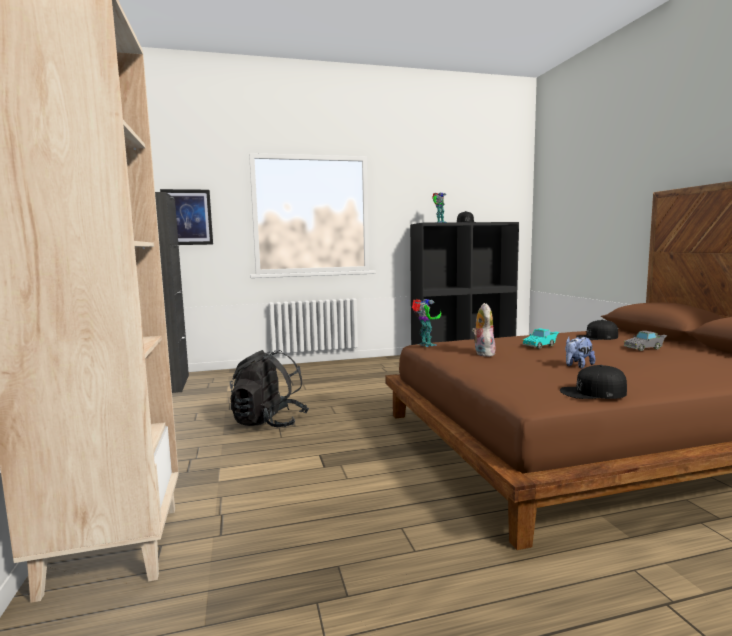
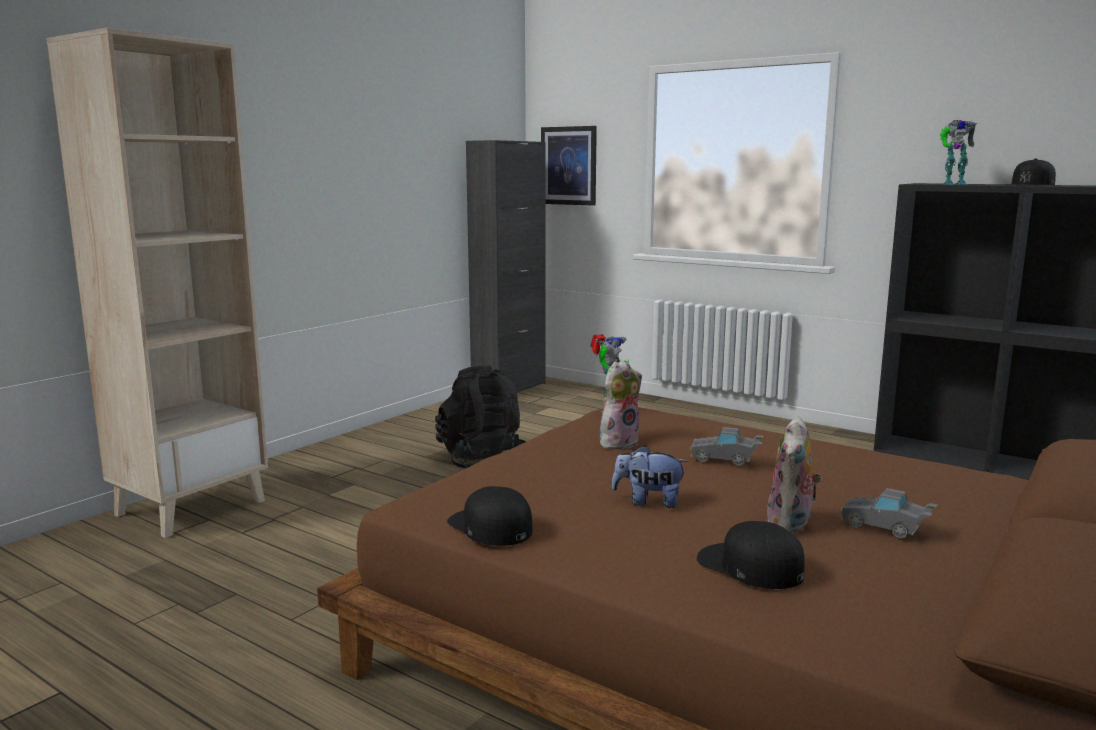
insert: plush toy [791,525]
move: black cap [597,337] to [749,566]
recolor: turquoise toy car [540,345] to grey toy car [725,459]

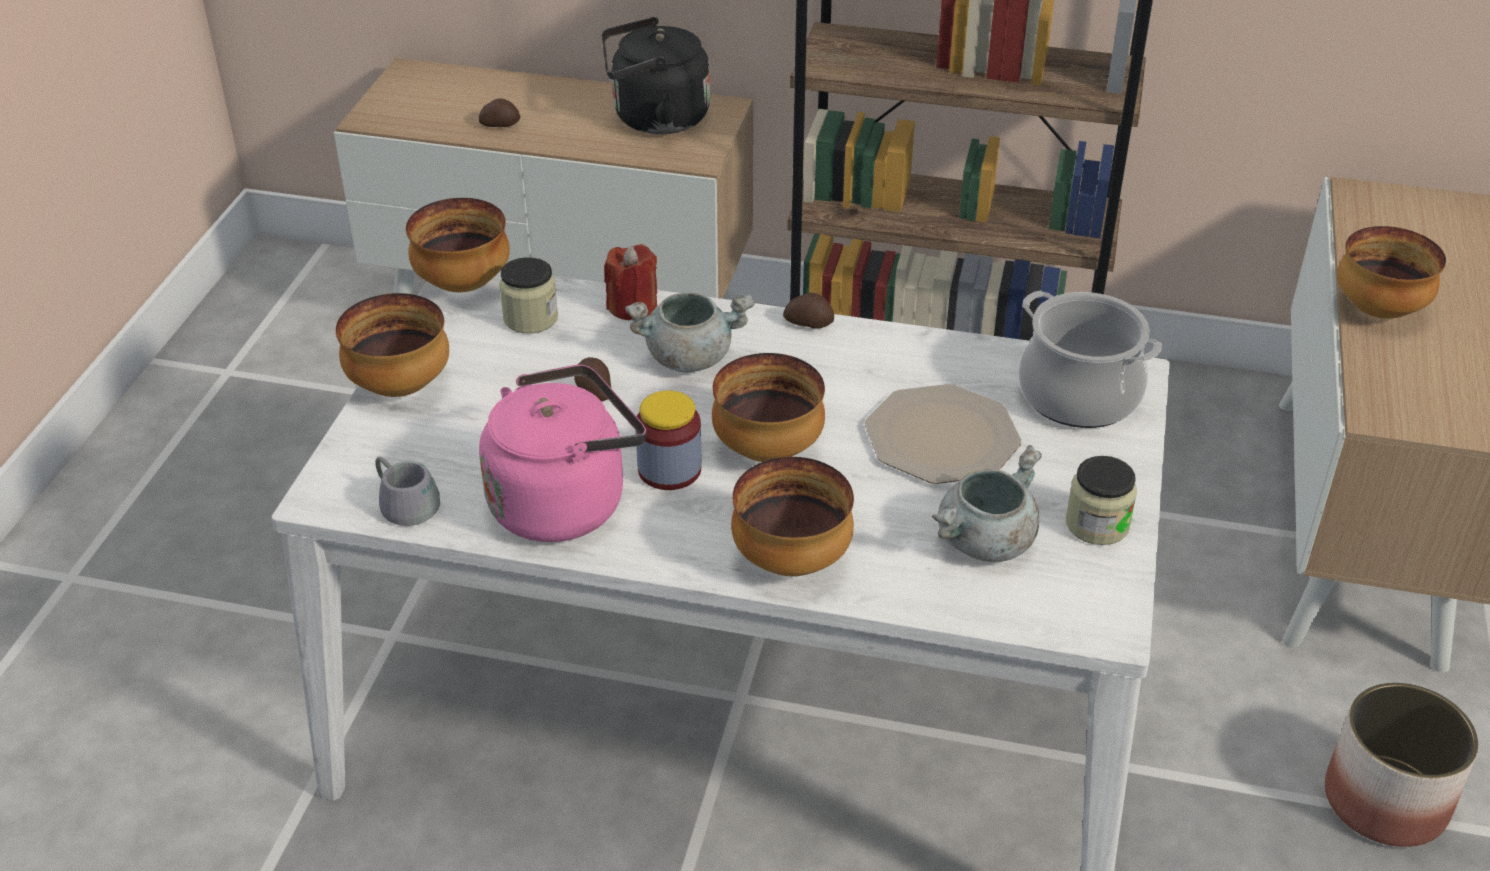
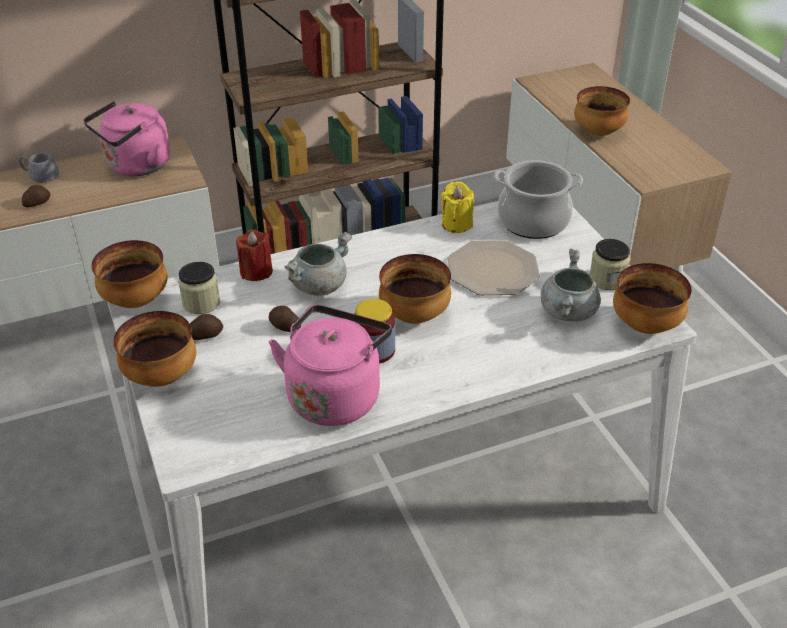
delete: planter [1386,802]
insert: yellow candle [456,224]
move: grey mug [410,500] to [42,173]; bowl [792,561] to [646,326]; potato [808,323] to [205,335]
recolor: black kettle [654,119] to pink kettle [135,166]

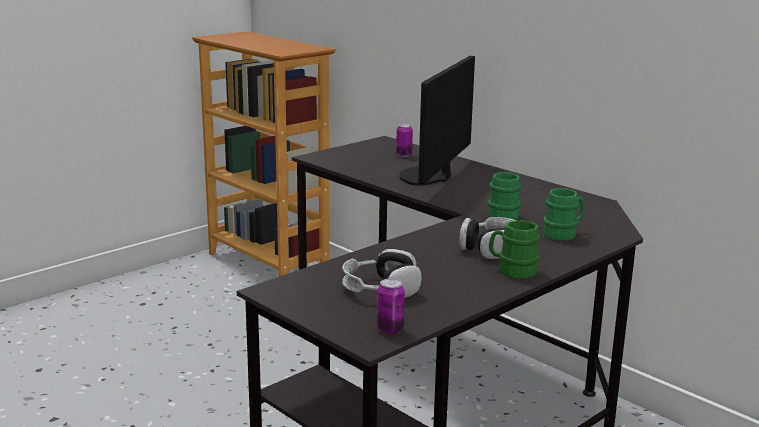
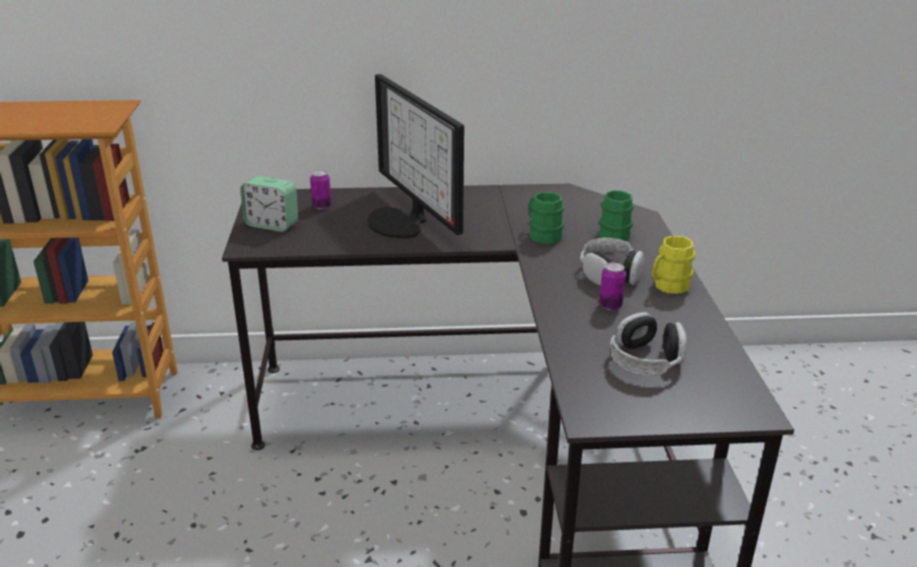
insert: alarm clock [272,225]
move: can [390,329] to [610,305]
recolor: green mug [512,270] to yellow mug [667,286]

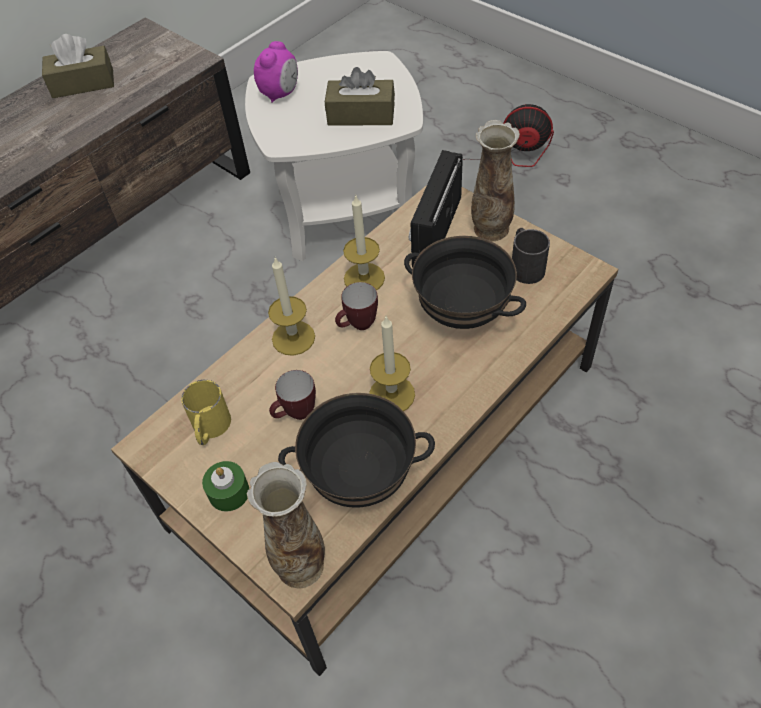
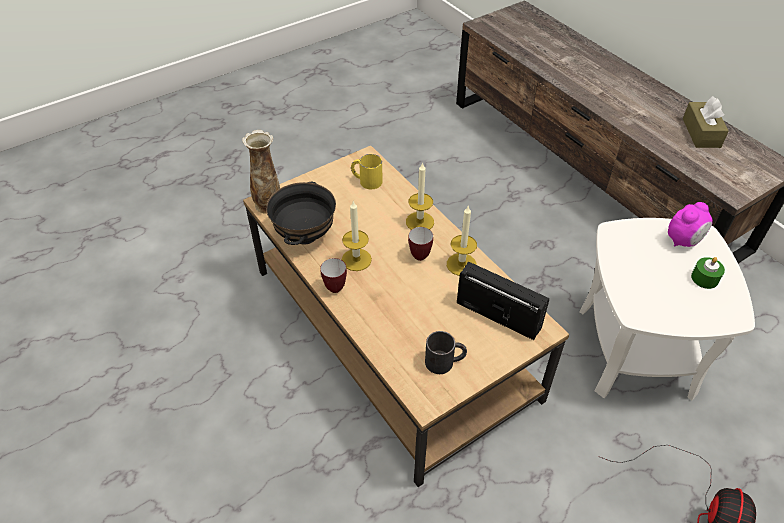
delete: brown tissue box [361,114]; black bowl [461,315]; vase [490,230]
move: green candle [229,492] to [704,278]; mug [296,415] to [333,285]
rotate: alarm clock [280,94] = [683,240] 75 degrees counterclockwise

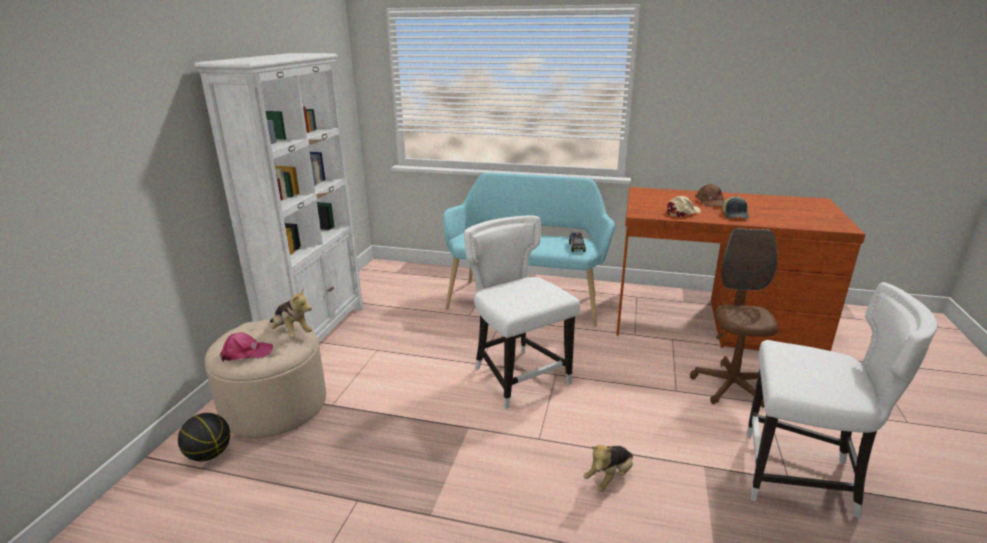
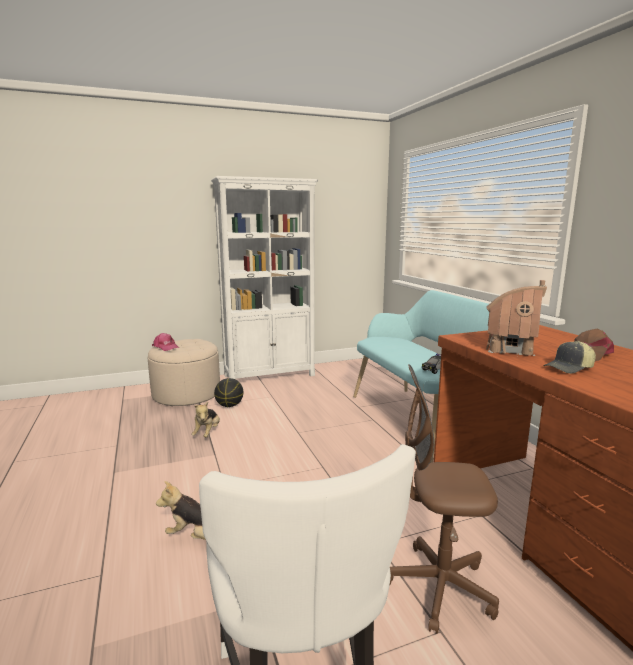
delete: white chair [518,376]
move: basketball [209,454] to [229,405]; plush toy [291,332] to [207,433]
replace: beige cap [682,212] to toy house [510,349]
rotate: brown office chair [730,387] = [439,587] 150 degrees counterclockwise

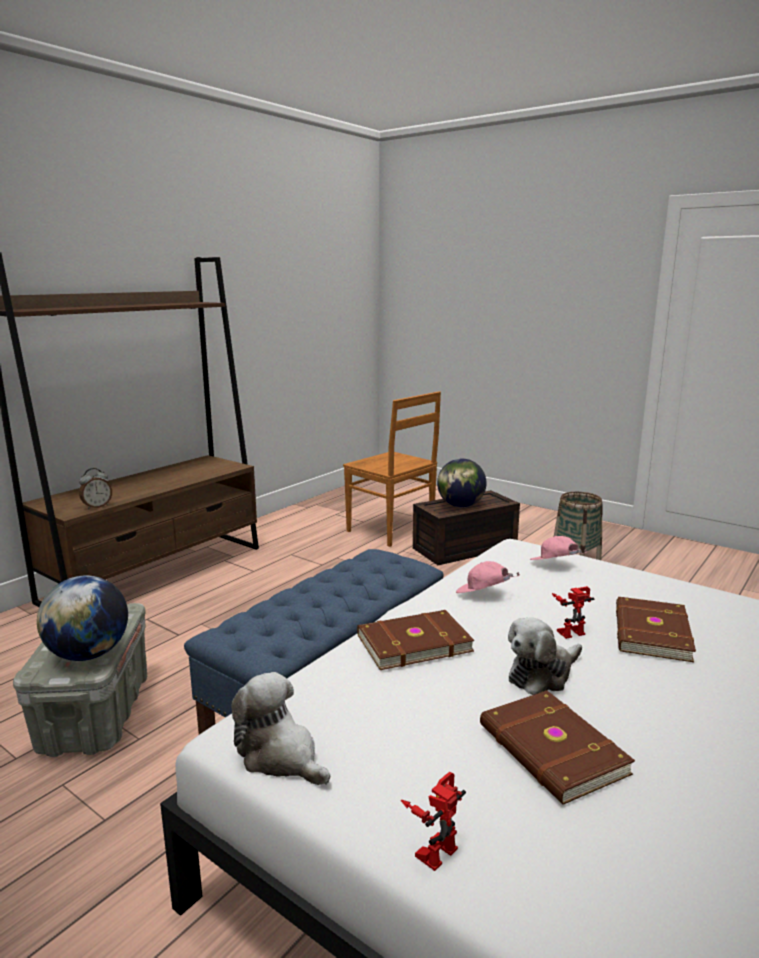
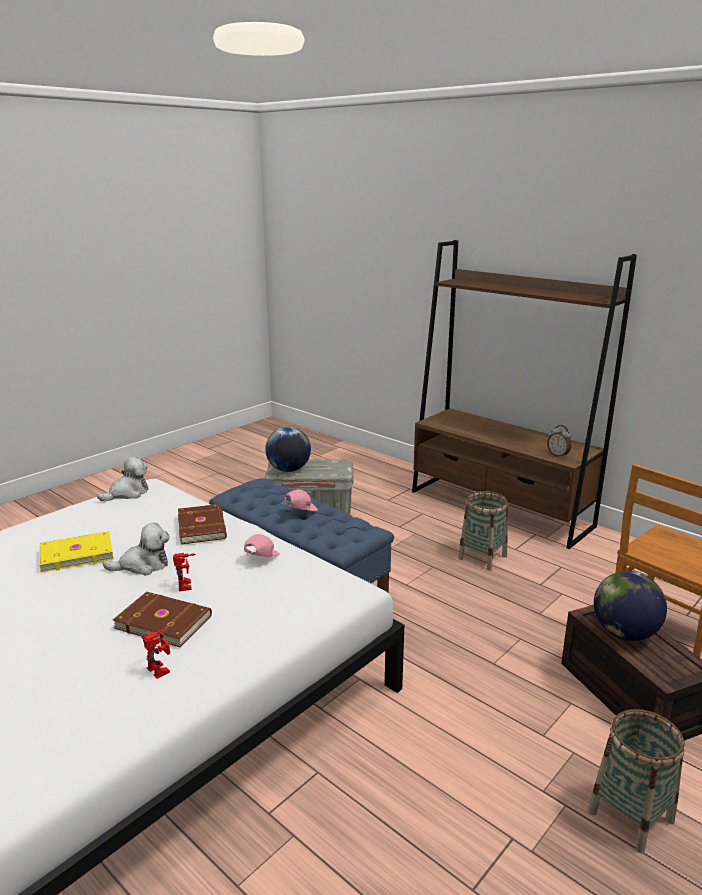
insert: basket [482,557]
move: alarm clock [97,506] to [558,455]; toy robot [434,847] to [162,670]; pink cap [554,566] to [300,511]
recolor: brown book [551,751] to yellow book [76,554]
rotate: plush toy [542,675] = [143,565] 105 degrees clockwise

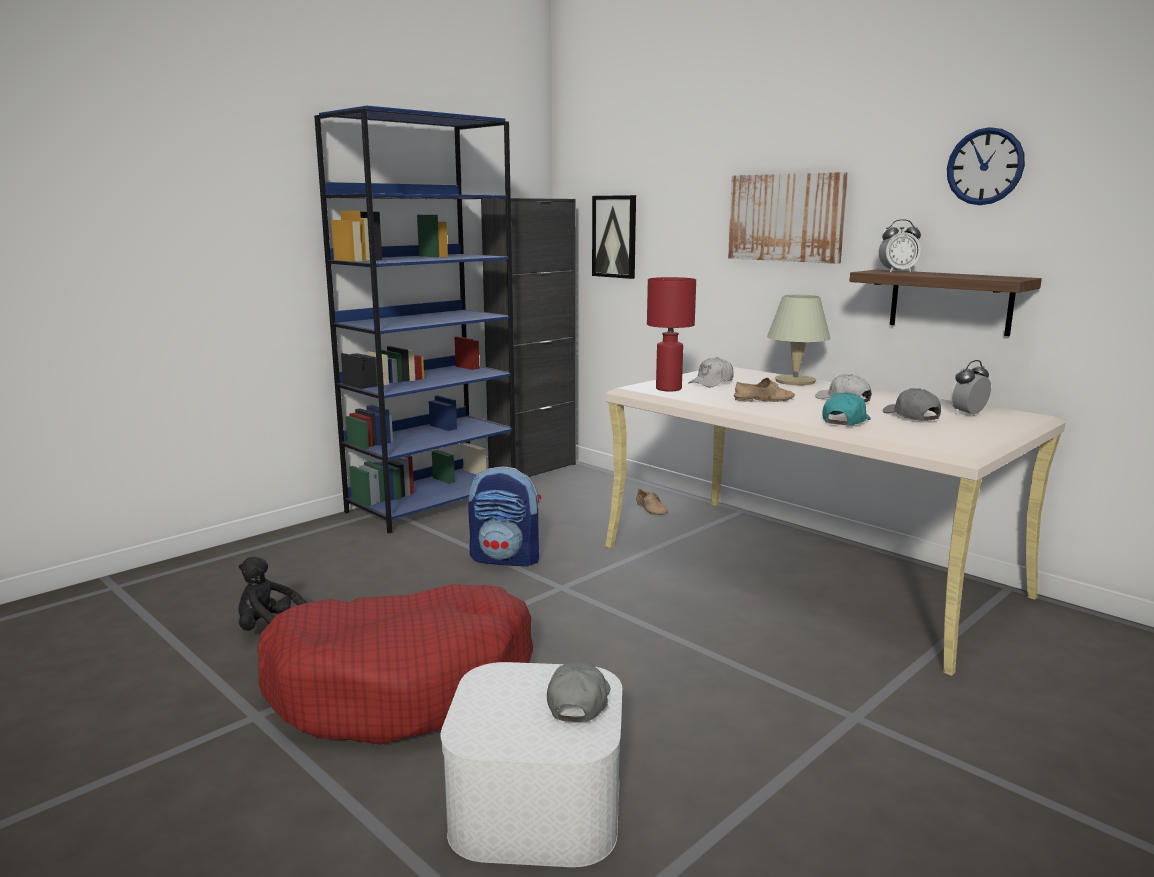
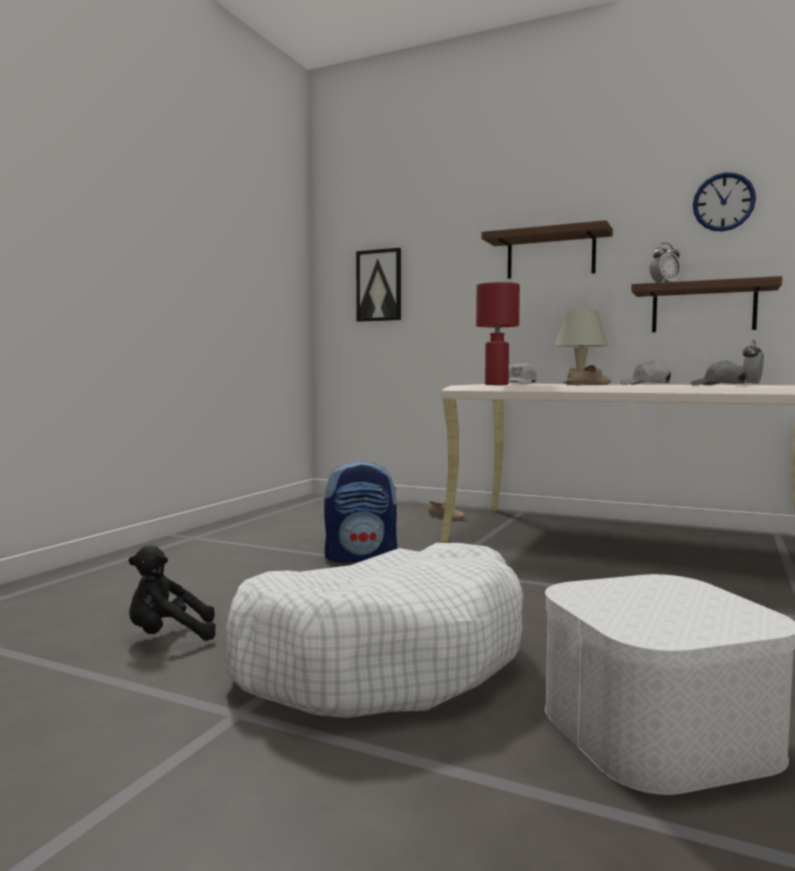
delete: blue bookcase [433,503]; black cabinet [533,469]; grey cap [579,701]; turquoise cap [845,421]
replace: picture [786,217] to shelf [550,255]
recolor: red dog bed [403,686] to white dog bed [383,659]

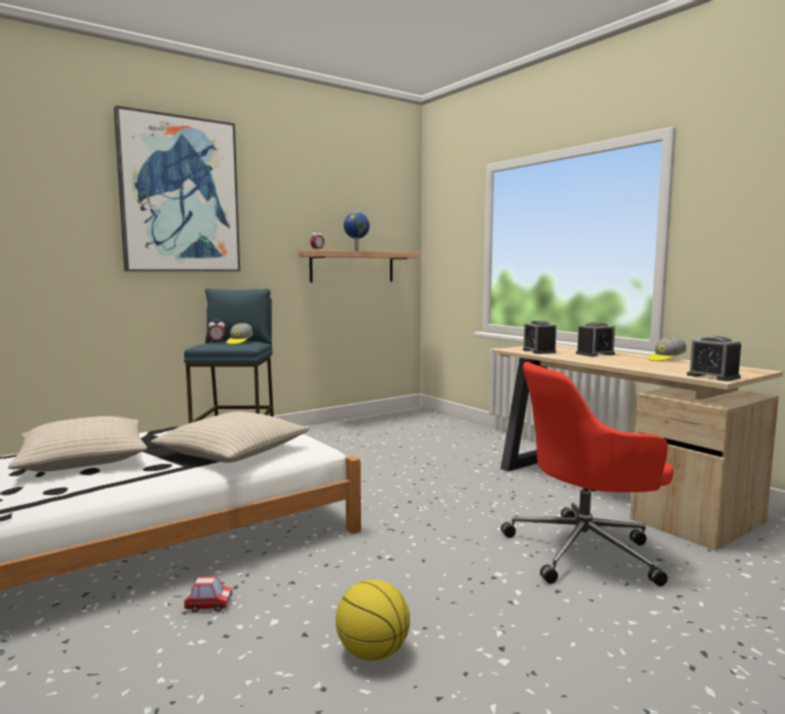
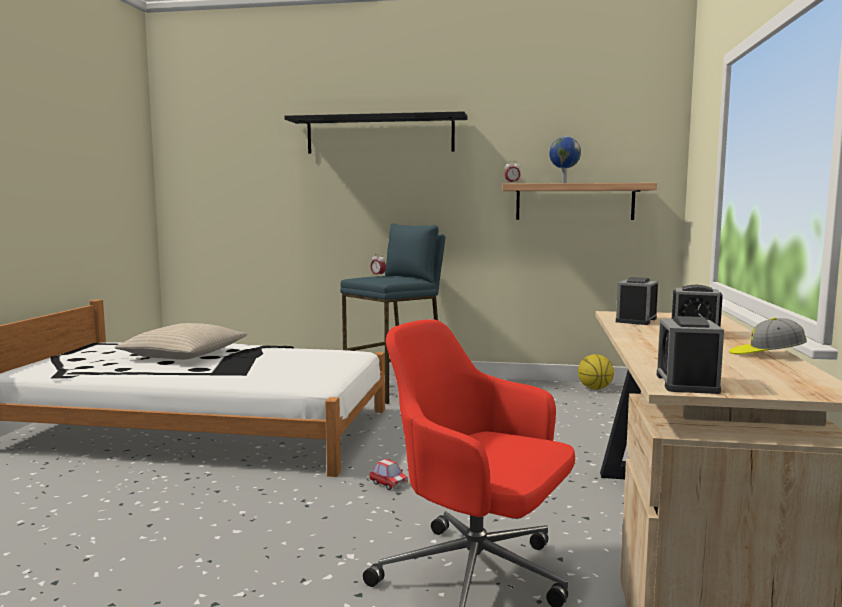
delete: beige pillow [233,452]; cap [239,342]
move: toy car [209,605] to [388,484]; basketball [372,652] to [595,388]
replace: picture [179,195] to black shelf [380,135]

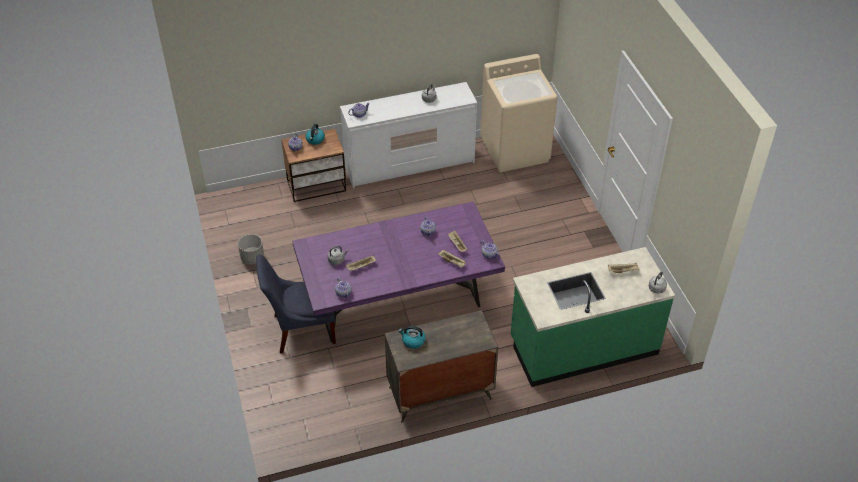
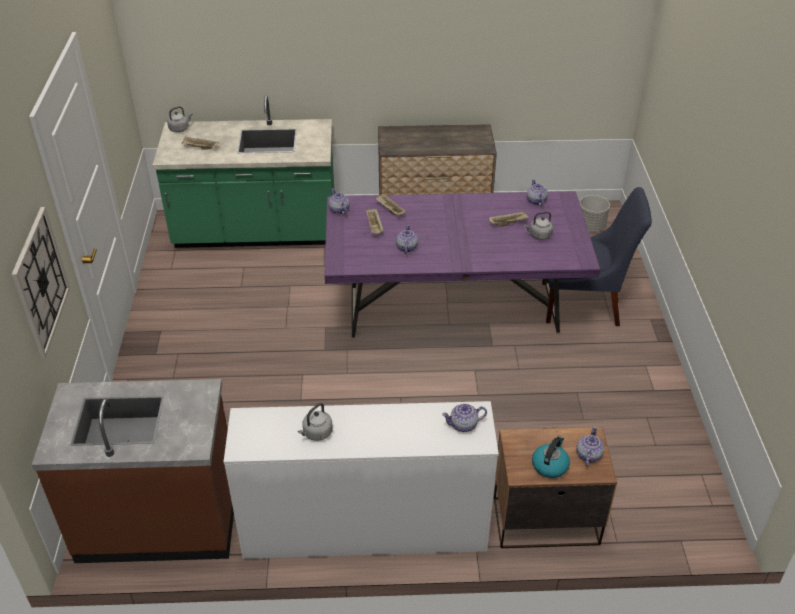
delete: kettle [413,341]
insert: wall clock [40,282]
move: grey planter [252,258] to [591,226]
replace: beige washing machine [515,150] to brown counter [159,520]

